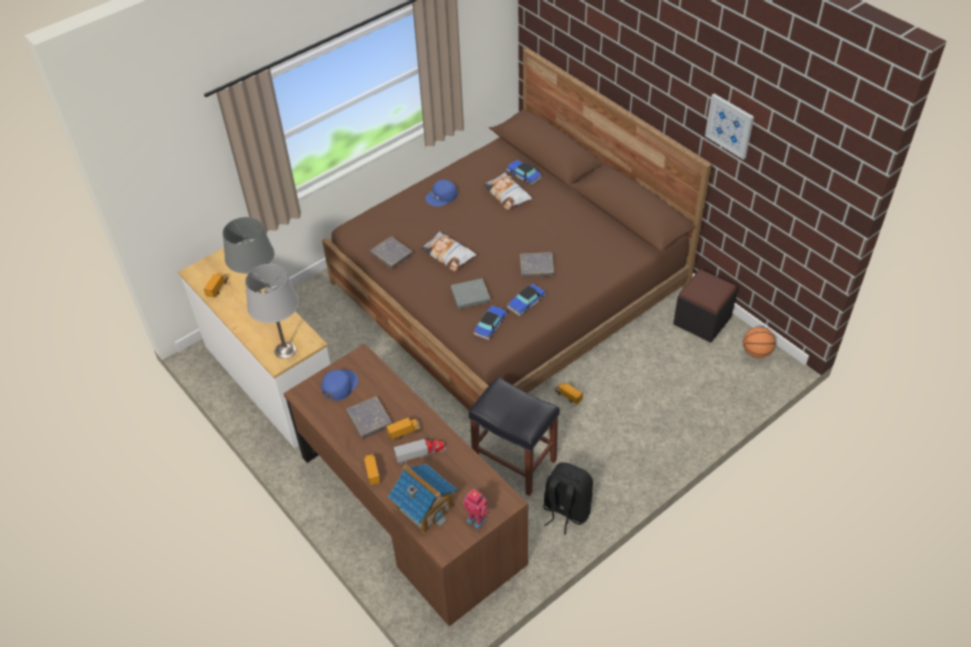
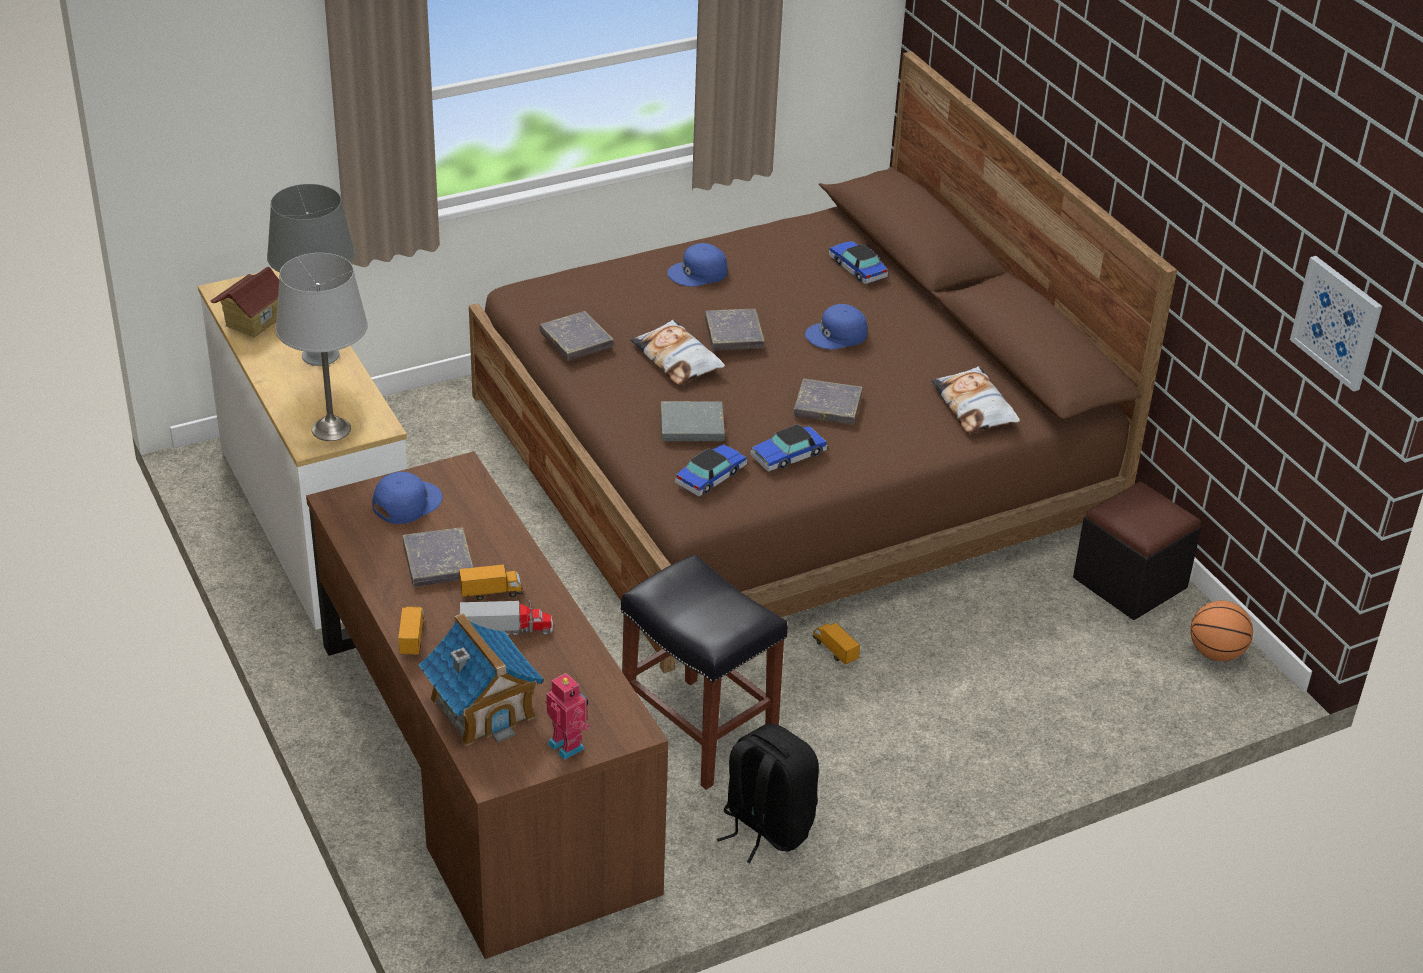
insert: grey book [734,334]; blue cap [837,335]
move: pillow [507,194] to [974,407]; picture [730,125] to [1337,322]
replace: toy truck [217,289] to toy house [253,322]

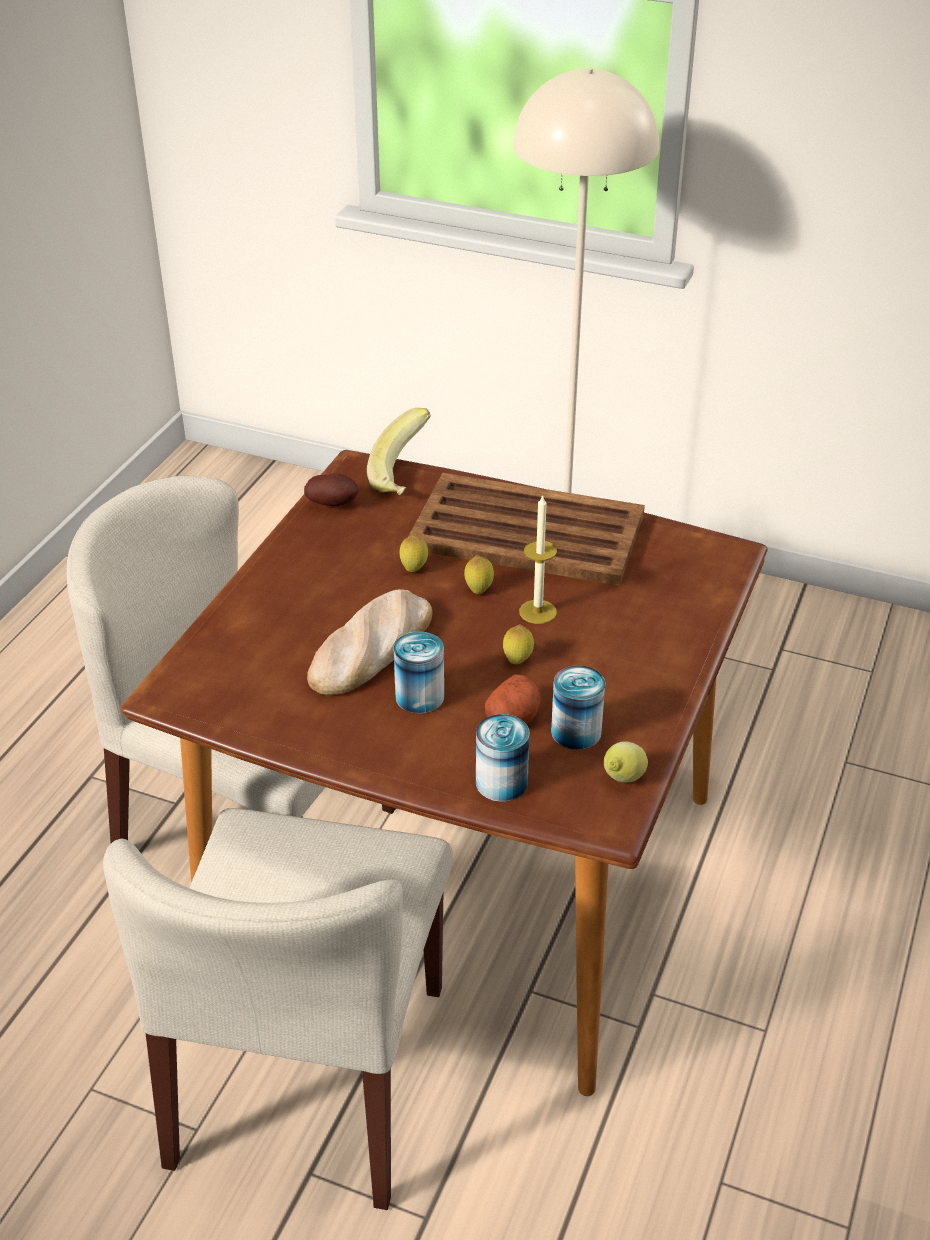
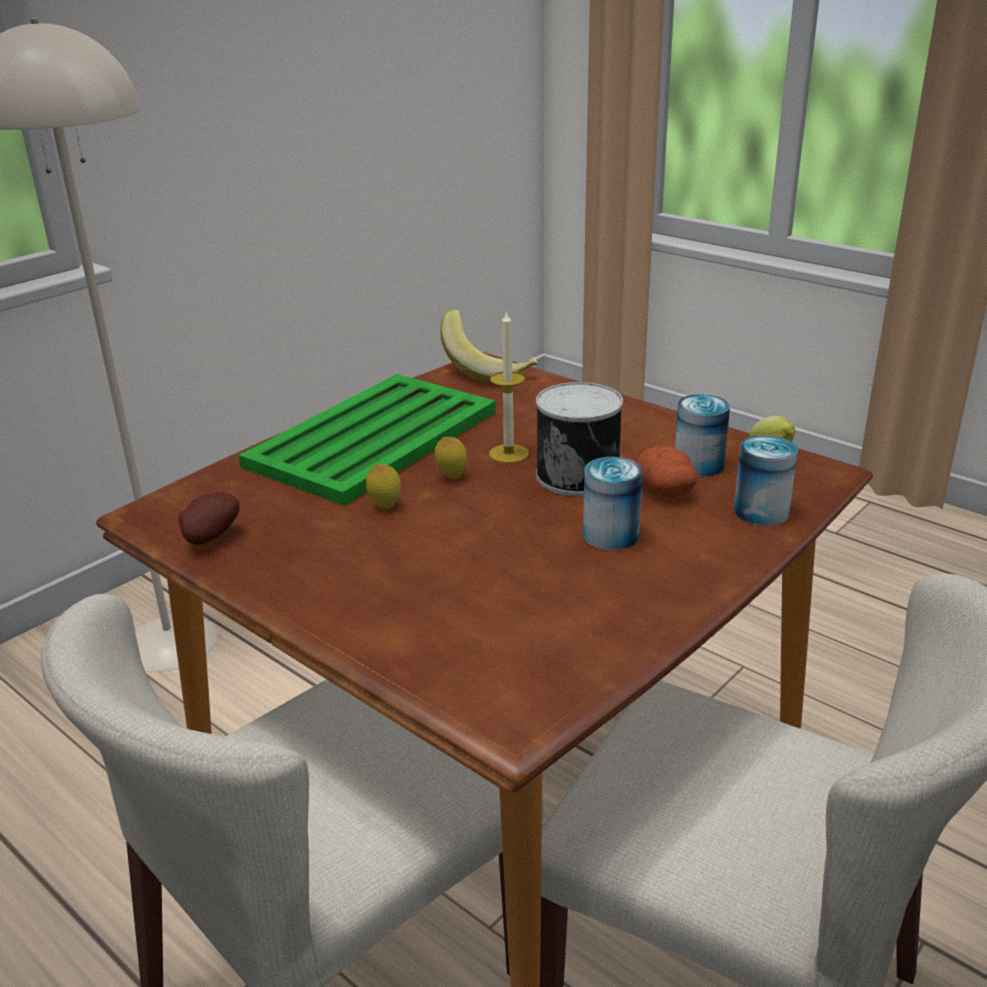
delete: bread [371,649]
move: banana [405,477] to [489,370]
replace: lemon [517,661] to can [579,475]
recolor: brown tray [525,530] to green tray [371,439]

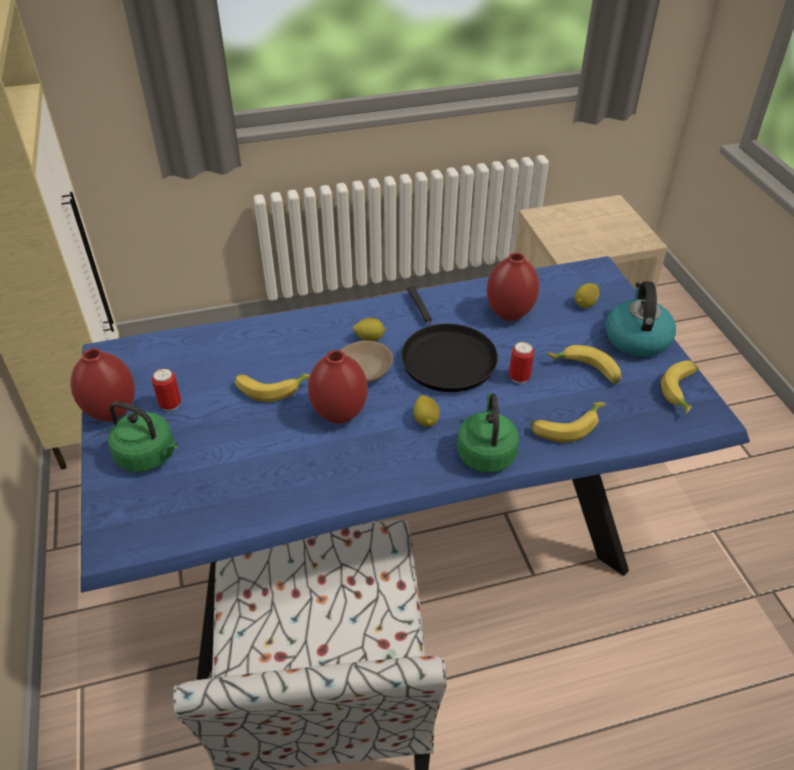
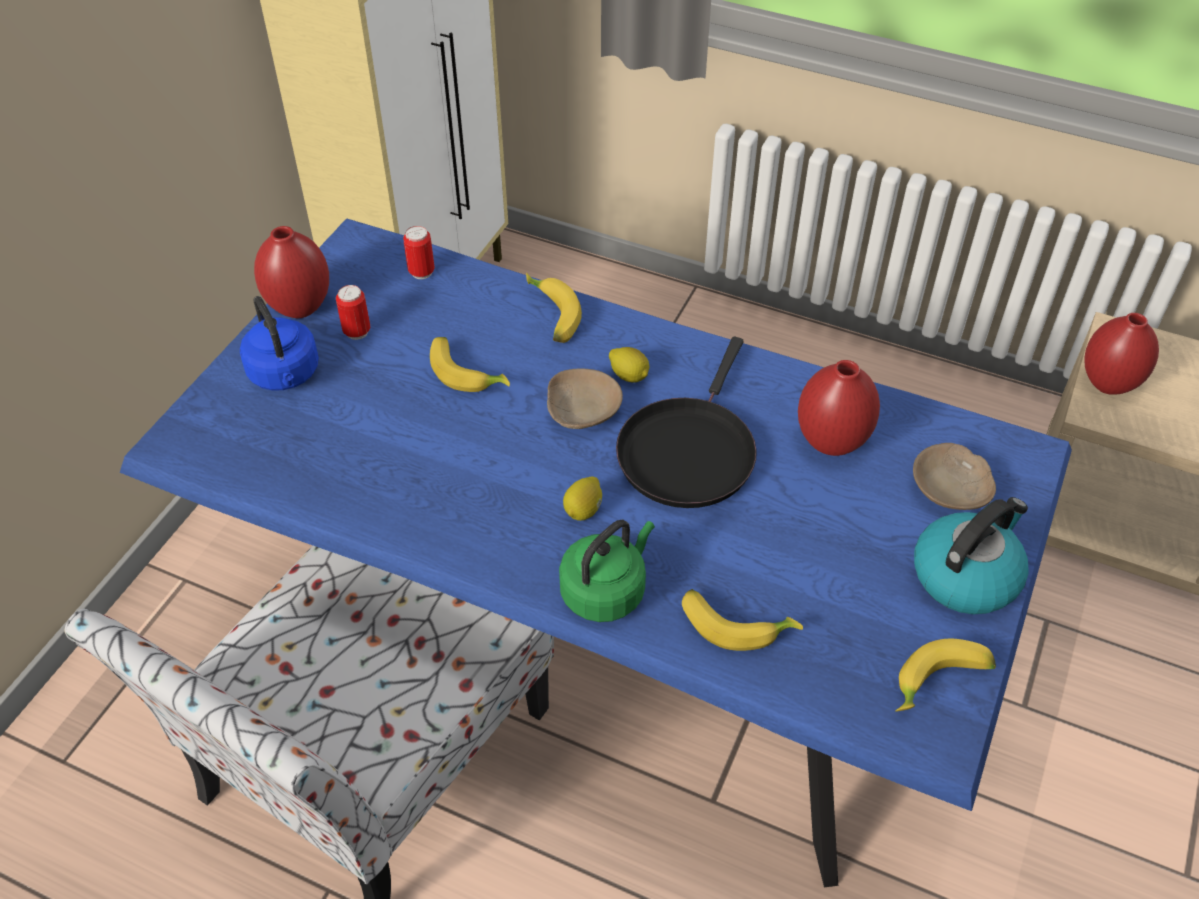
move: red vase [339,415] to [1107,385]; can [519,377] to [421,272]; banana [585,372] to [550,316]
replace: lemon [585,304] to beige bowl [950,488]
recolor: green kettle [149,456] to blue kettle [285,375]

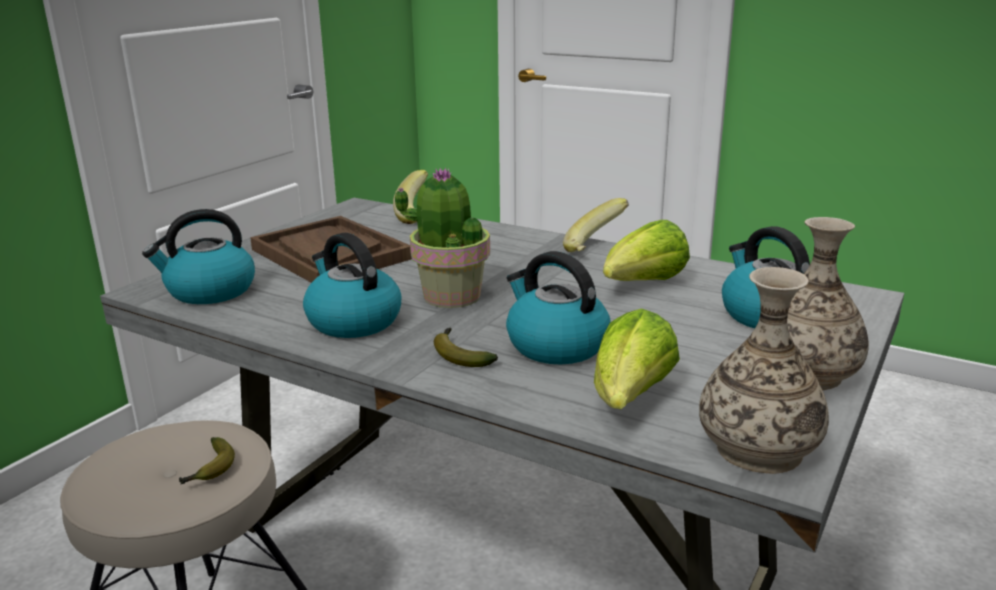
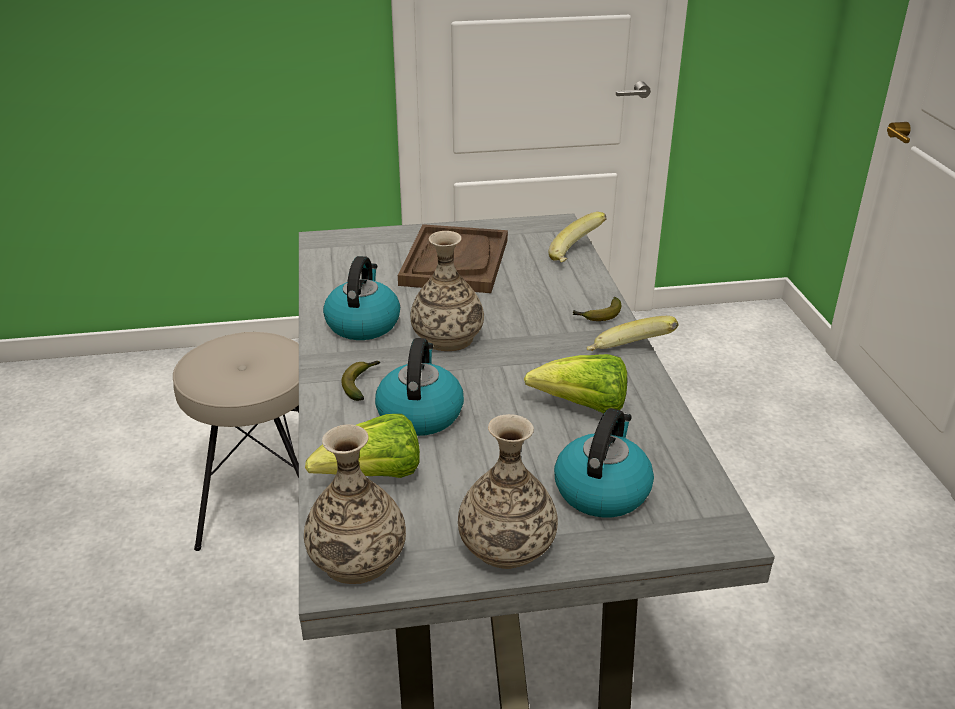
delete: kettle [209,291]
move: banana [210,470] to [598,316]
replace: potted plant [451,296] to vase [447,338]

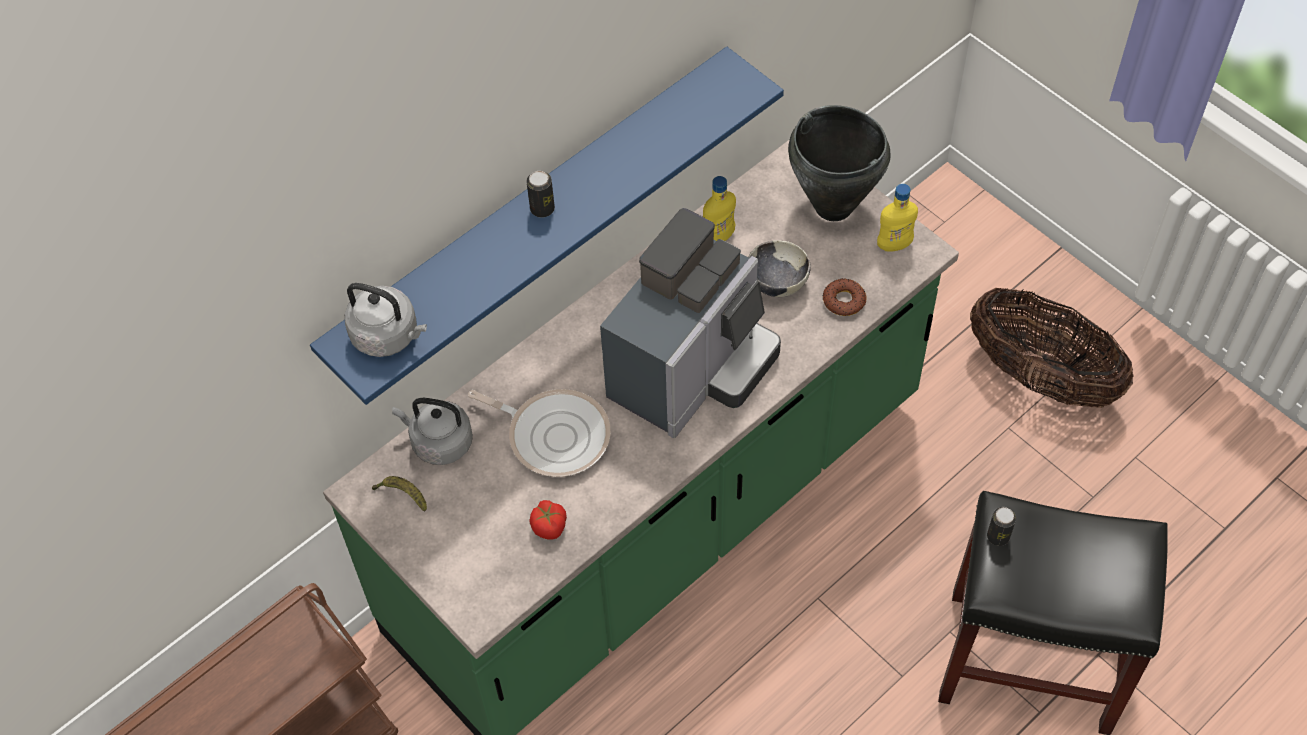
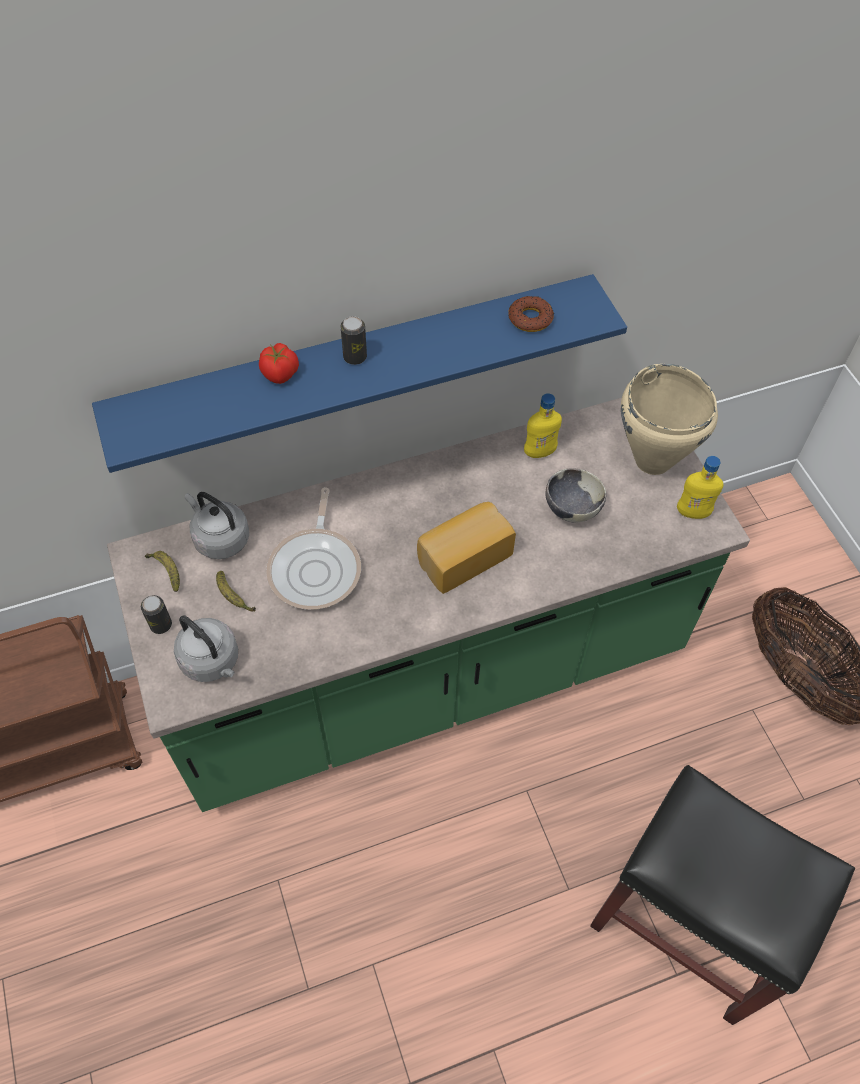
insert: banana [233,596]
move: grey kettle [388,336] to [212,661]; tomato [549,527] to [280,374]; donut [844,300] to [530,318]; can [998,536] to [161,625]
replace: coffee machine [693,369] to bread [462,556]
recolor: black cooking pot [833,207] to beige cooking pot [652,461]
rotate: frying pan [554,435] = [316,568] 45 degrees clockwise

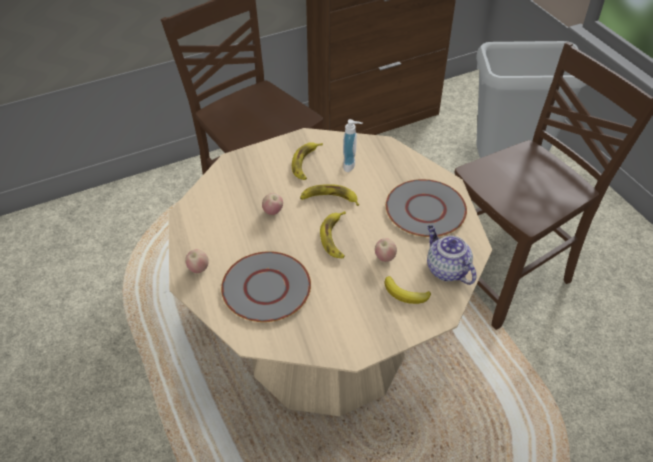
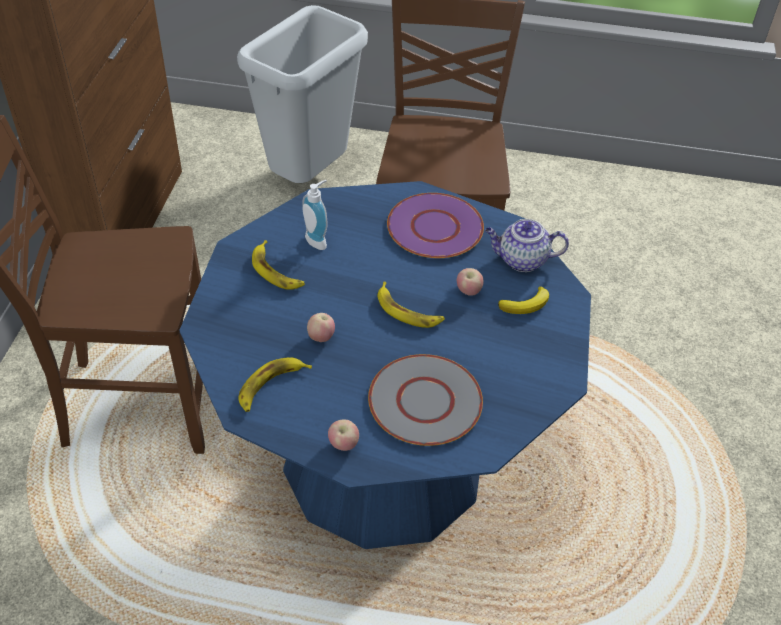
move: banana [329,198] to [271,386]
recolor: beige dining table [326,346] to blue dining table [383,460]; grey plate [425,209] to purple plate [434,228]

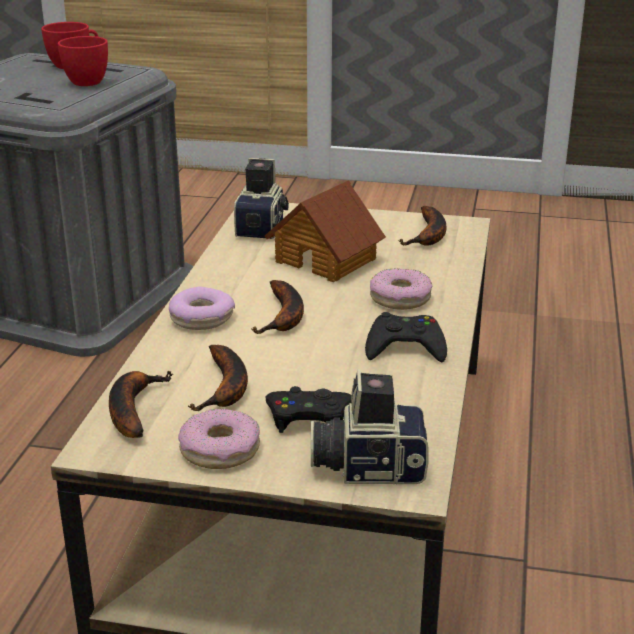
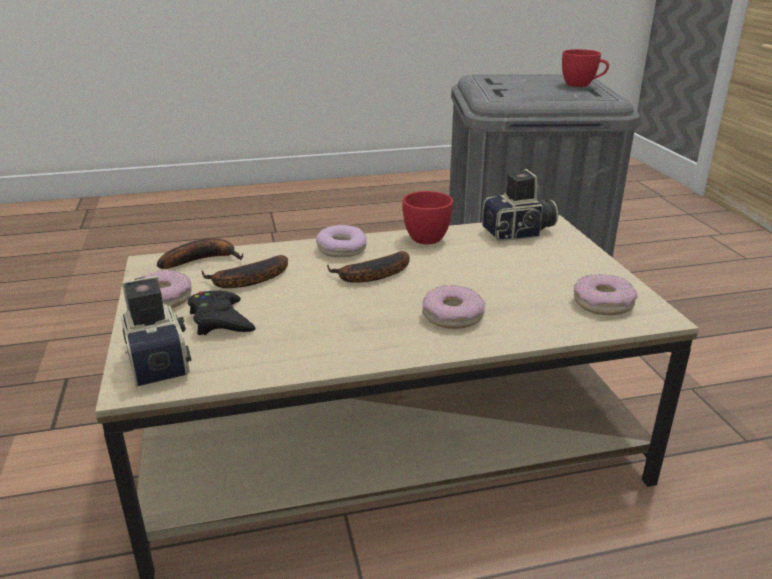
delete: toy house [326,259]; black game controller [405,347]
move: red cup [85,81] to [430,237]
replace: banana [429,235] to donut [603,303]

